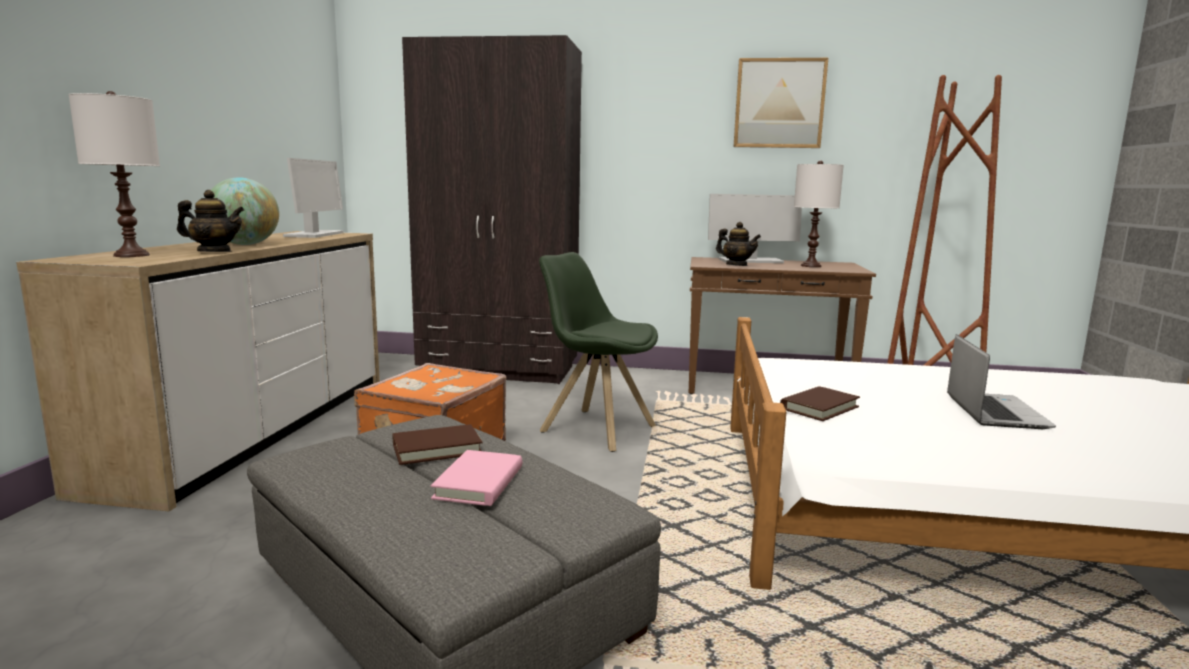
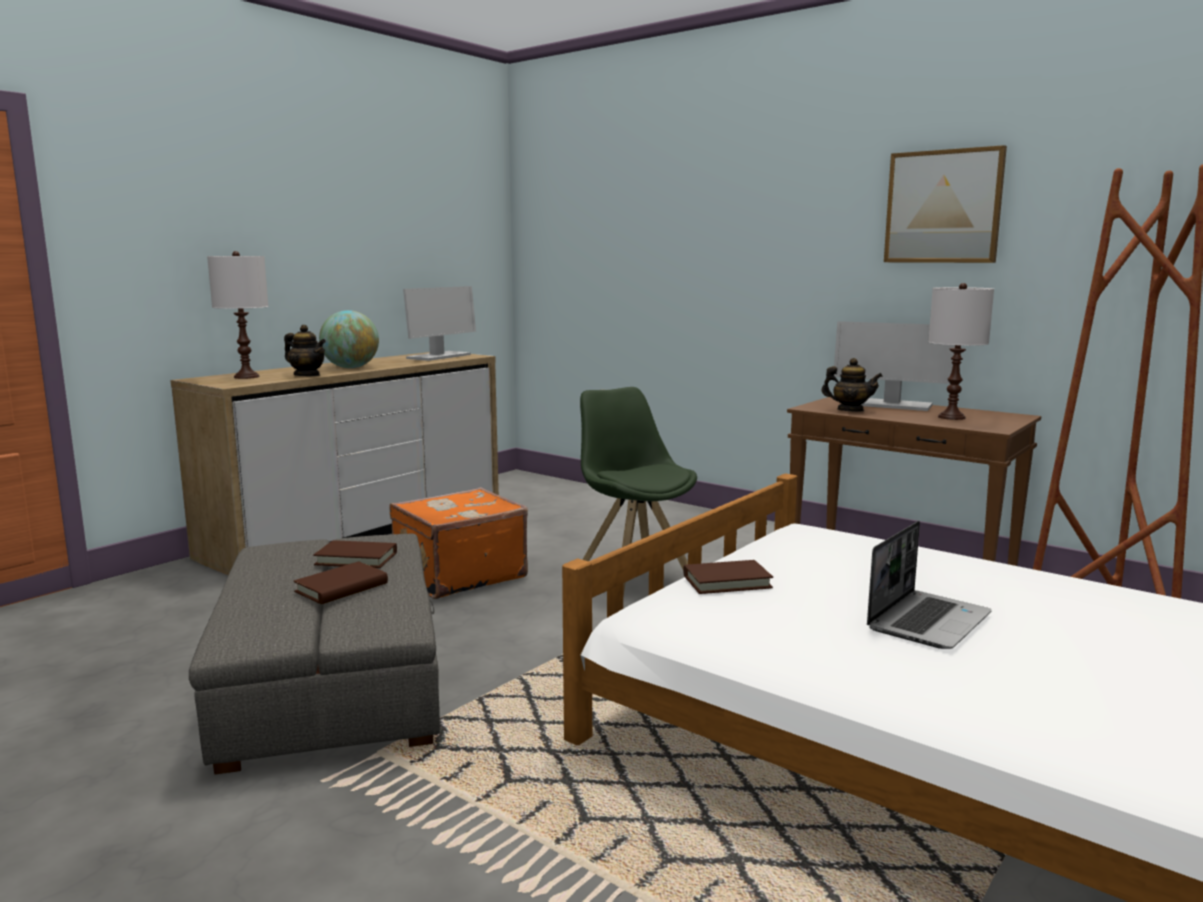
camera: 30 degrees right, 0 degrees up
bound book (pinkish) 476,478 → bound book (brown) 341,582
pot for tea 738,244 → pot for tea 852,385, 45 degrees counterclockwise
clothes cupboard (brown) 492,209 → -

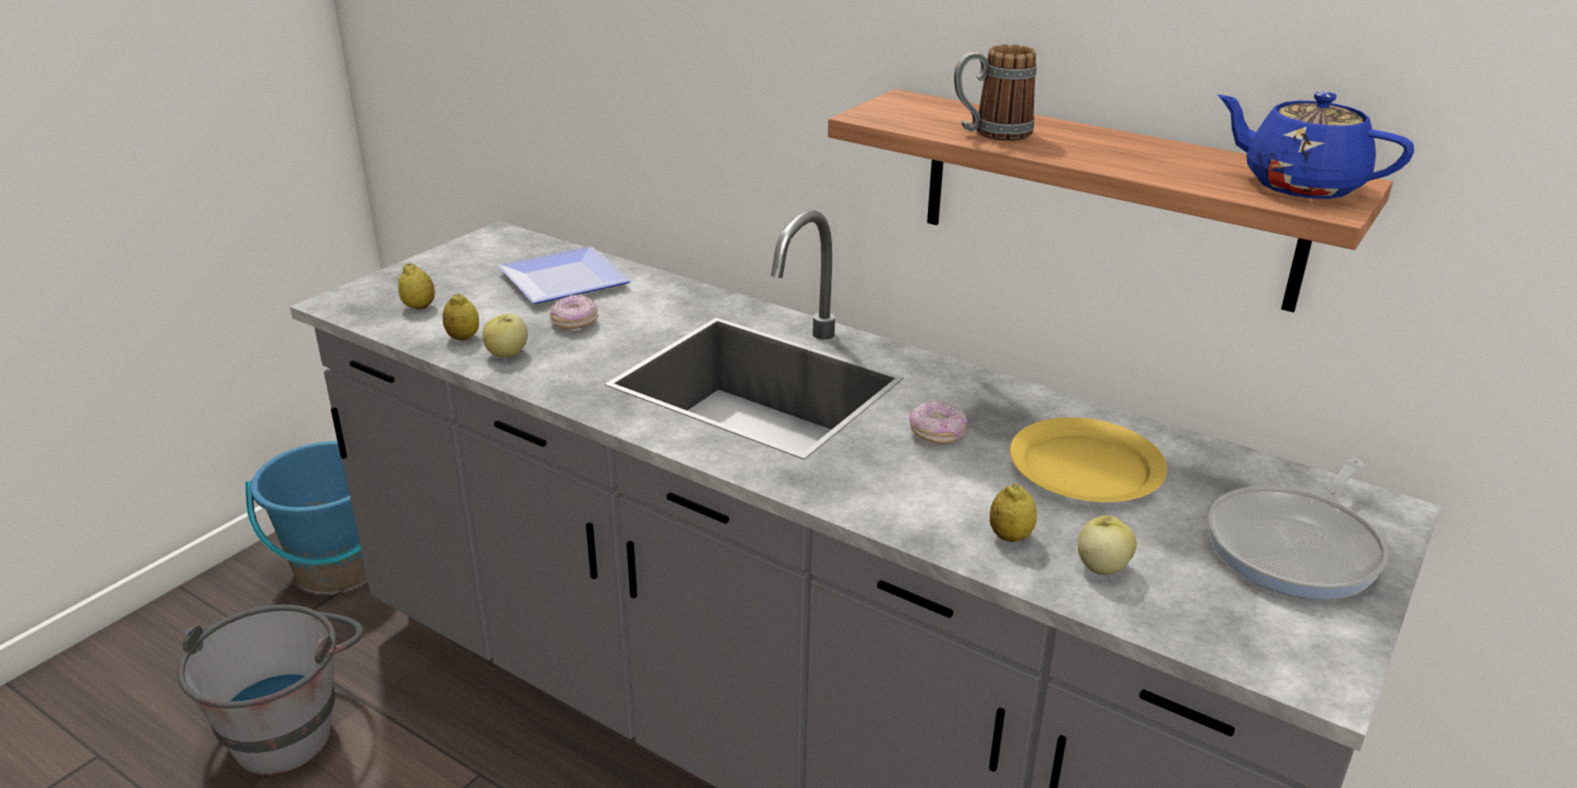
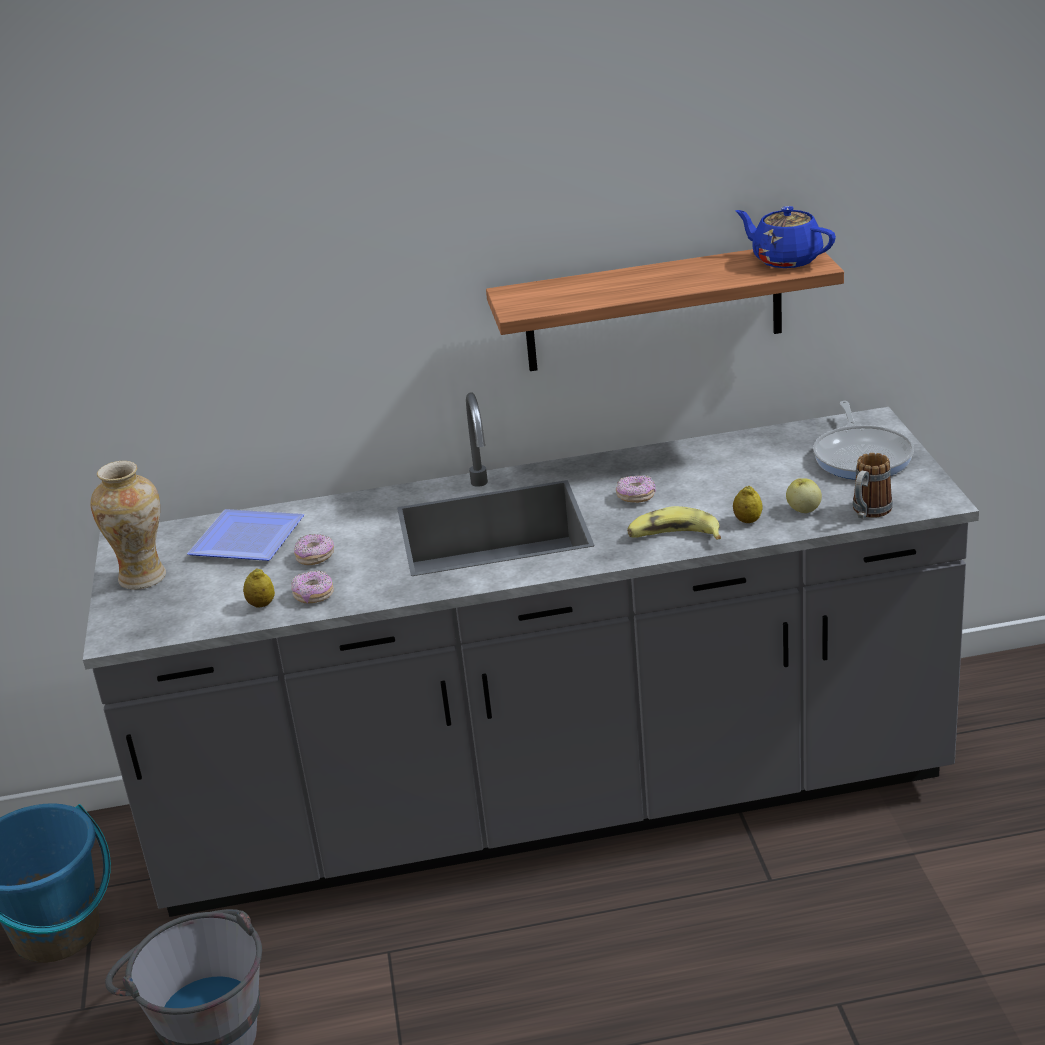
camera: 40 degrees left, 0 degrees up
- → vase 128,525
apple 505,335 → donut 312,586
- → banana 674,523
pot for tea (bluish) 1315,145 → pot for tea (bluish) 785,237, 45 degrees clockwise
tea mug 995,92 → tea mug 873,486, move
whole lemon 416,286 → -
dinner plate (yellow-coloured) 1088,459 → -

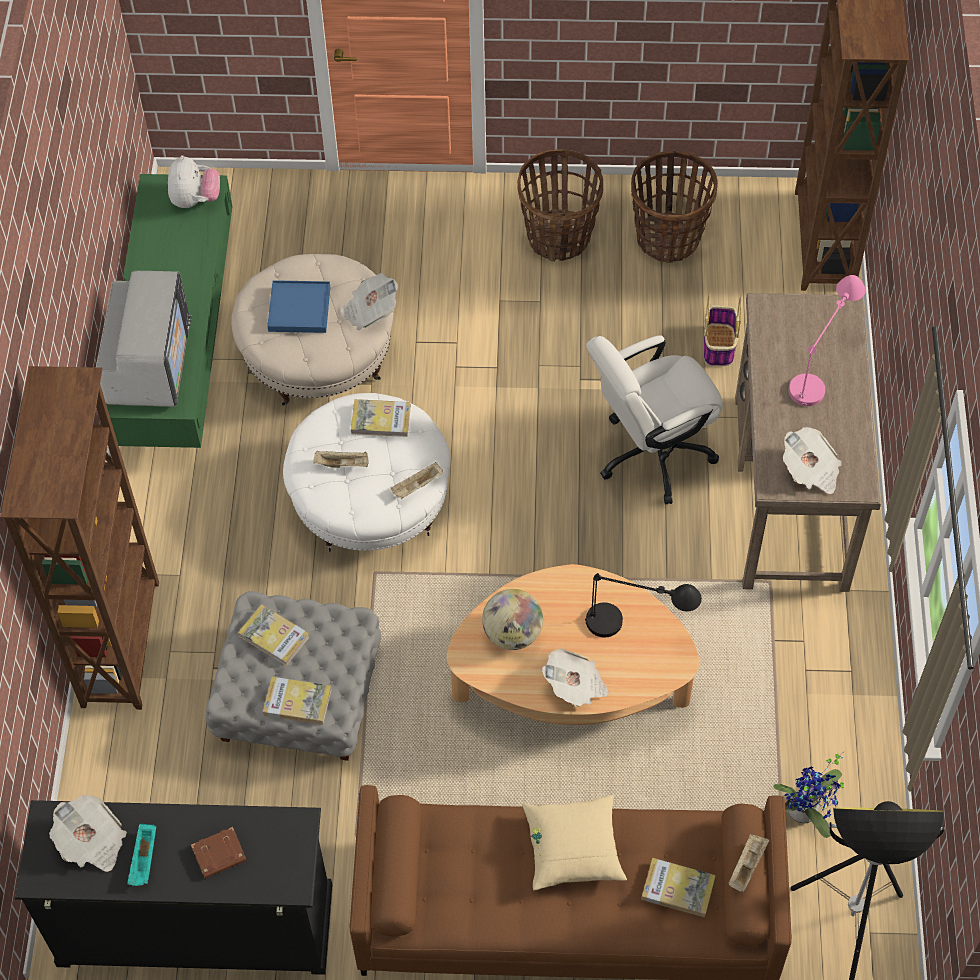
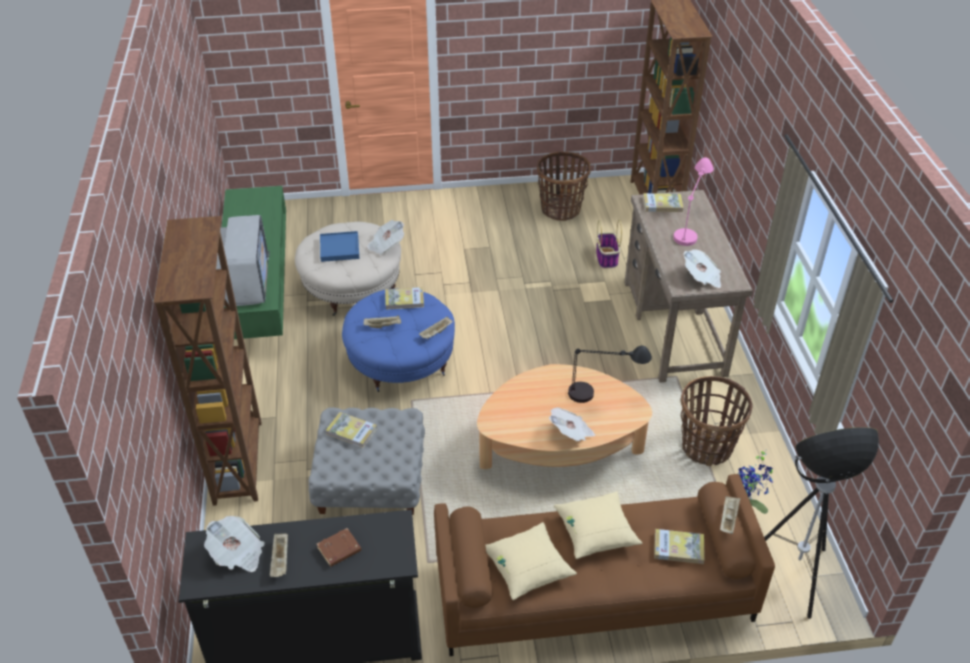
camera: 10 degrees left, 15 degrees down
tray (blue-green) 141,854 → tray (beige-coloured) 279,555
pouffe (white-coloured) 366,472 → pouffe (bluish) 398,340
- → pillow (beige-coloured) 531,561
bound book 297,701 → bound book 663,202, move
basket 560,205 → basket 716,421, move
plush toy 194,181 → -
world globe 512,619 → -
computer chair (white-coloured) 654,420 → -

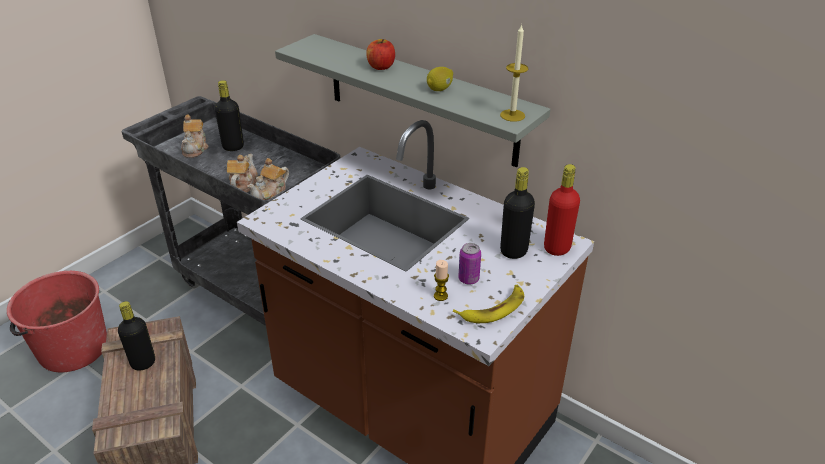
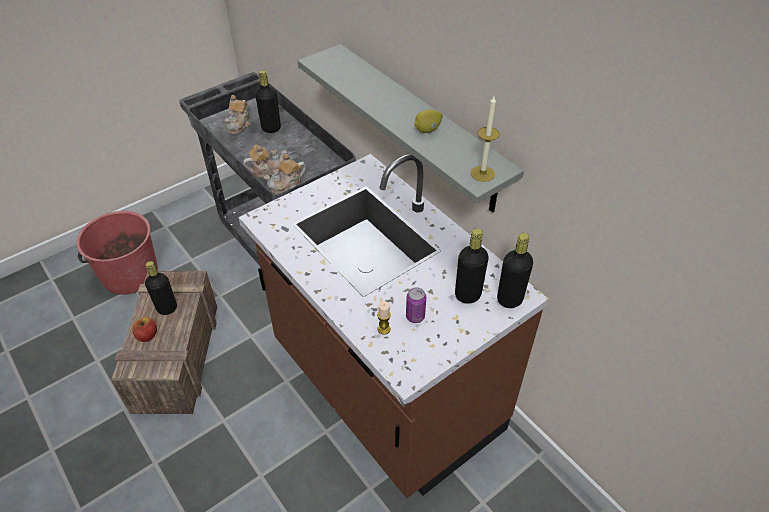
camera: 15 degrees right, 10 degrees up
apple 380,54 → apple 144,329, move
pot for tea 242,173 → pot for tea 265,161, 45 degrees clockwise
beverage bottle (red-coloured) 562,210 → beverage bottle (black) 515,270
banana 488,304 → -

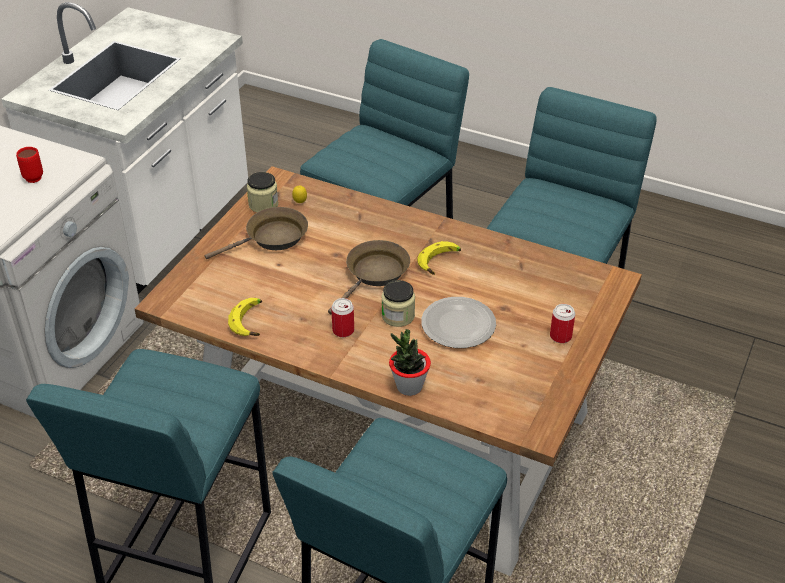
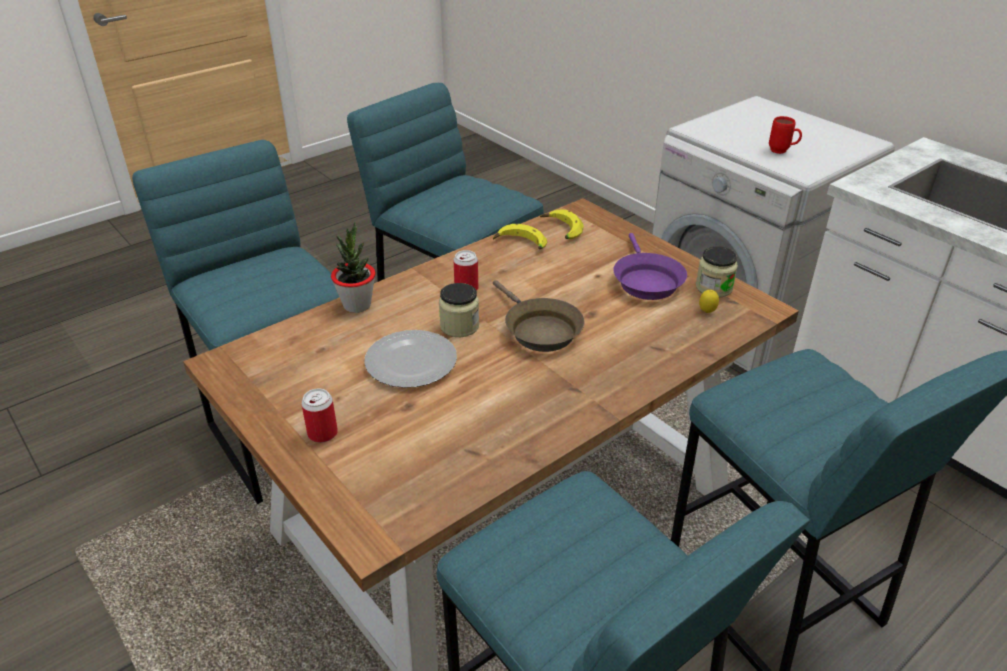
camera: 115 degrees right, 5 degrees down
banana 439,258 → banana 562,224, move
pan (brown) 256,233 → pan (purplish) 650,266

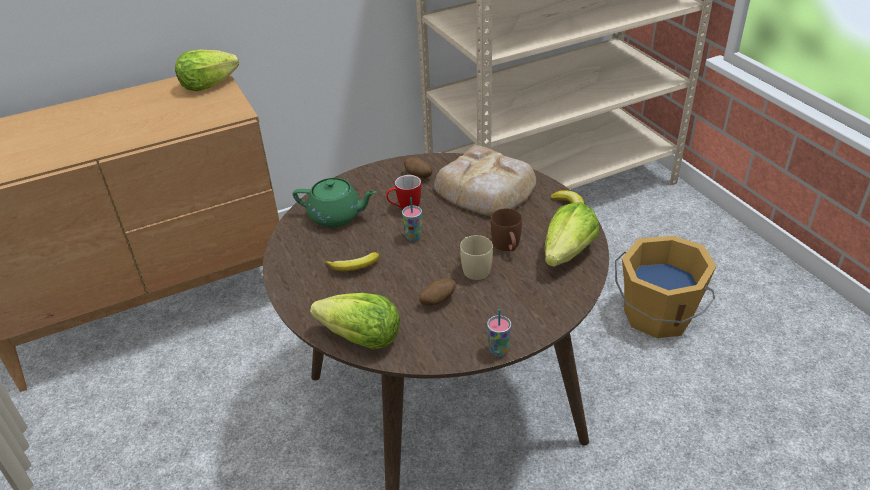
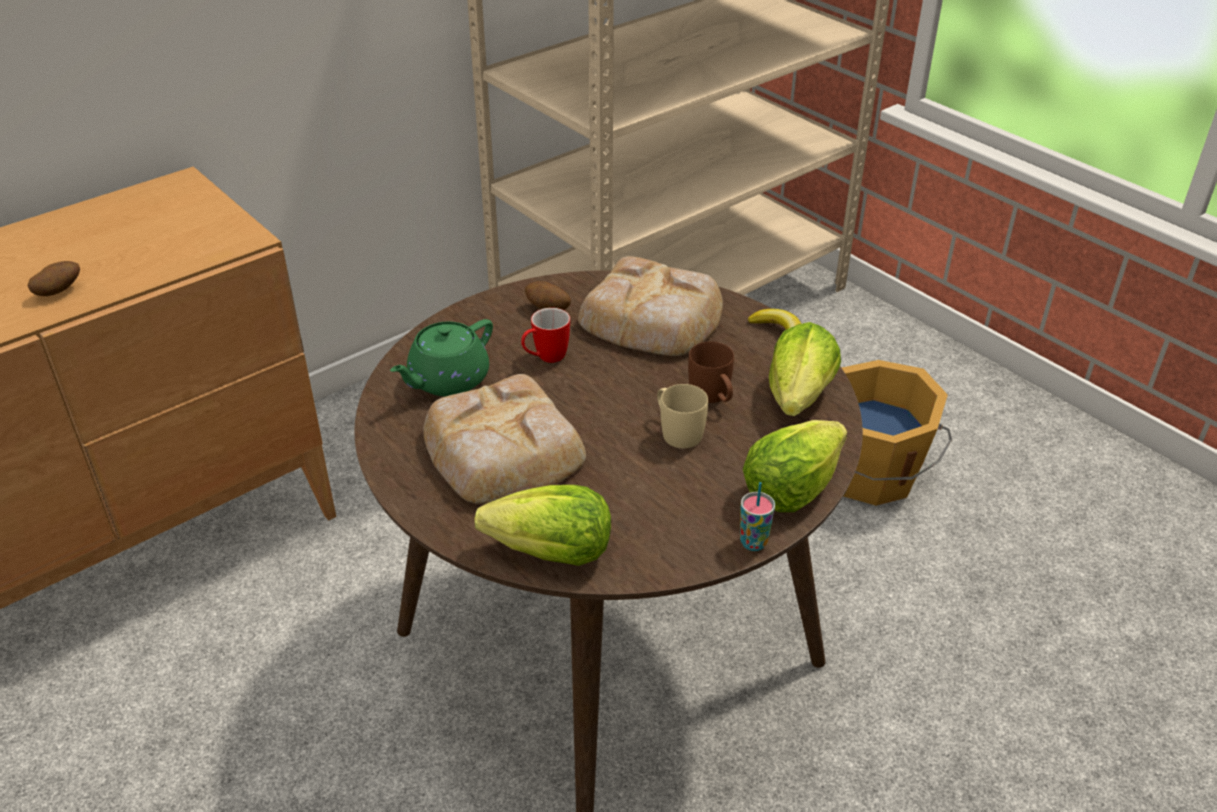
camera: 15 degrees left, 0 degrees up
whole potato 437,292 → whole potato 53,278, move
pot for tea (green) 335,202 → pot for tea (green) 441,357, 135 degrees clockwise
banana 352,261 → bread 504,439
head of lettuce 207,70 → head of lettuce 795,466, move
drinking cup 412,219 → -

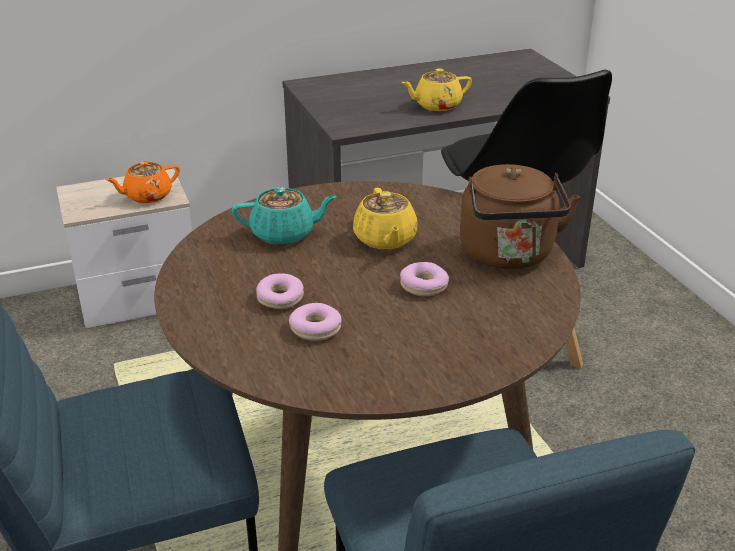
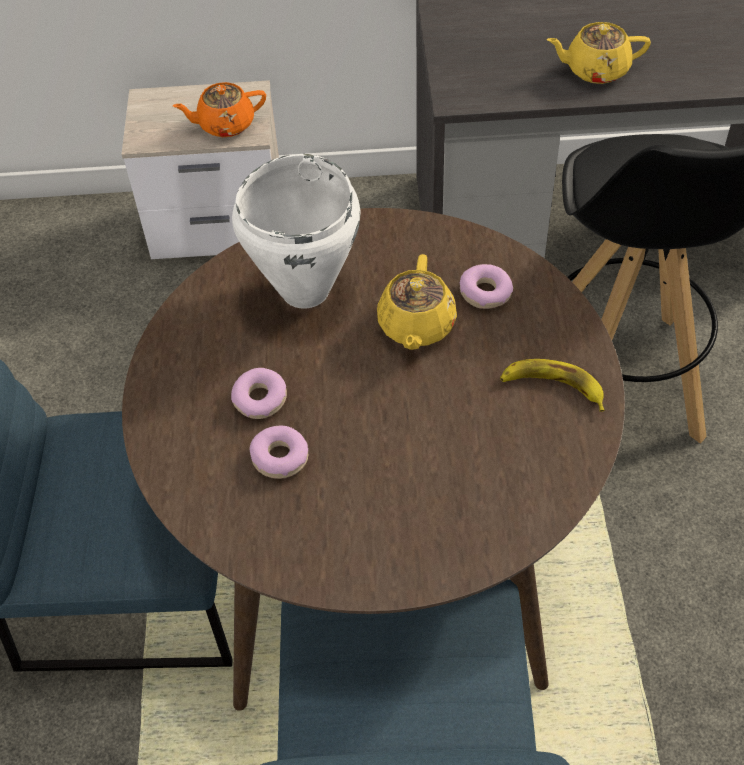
camera: 20 degrees right, 20 degrees up
pot for tea (blue-green) 284,216 → cooking pot (white-coloured) 296,231
donut 424,279 → donut 486,286, move
tea kettle (brown) 520,216 → banana 552,385

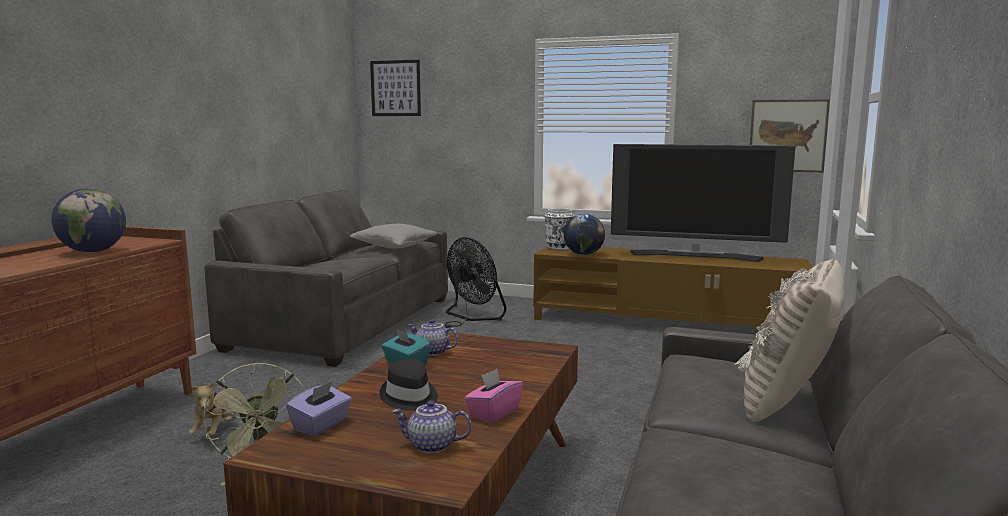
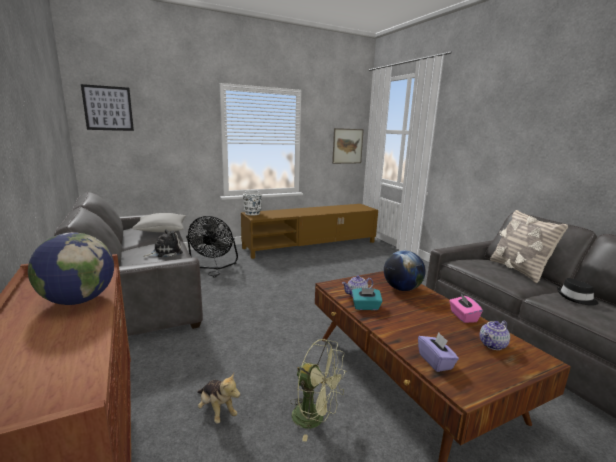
camera: 45 degrees left, 5 degrees up
- → plush toy 163,243
world globe 584,234 → world globe 405,270, move
wearable hat (black) 409,385 → wearable hat (black) 577,292, move
television 703,203 → -

